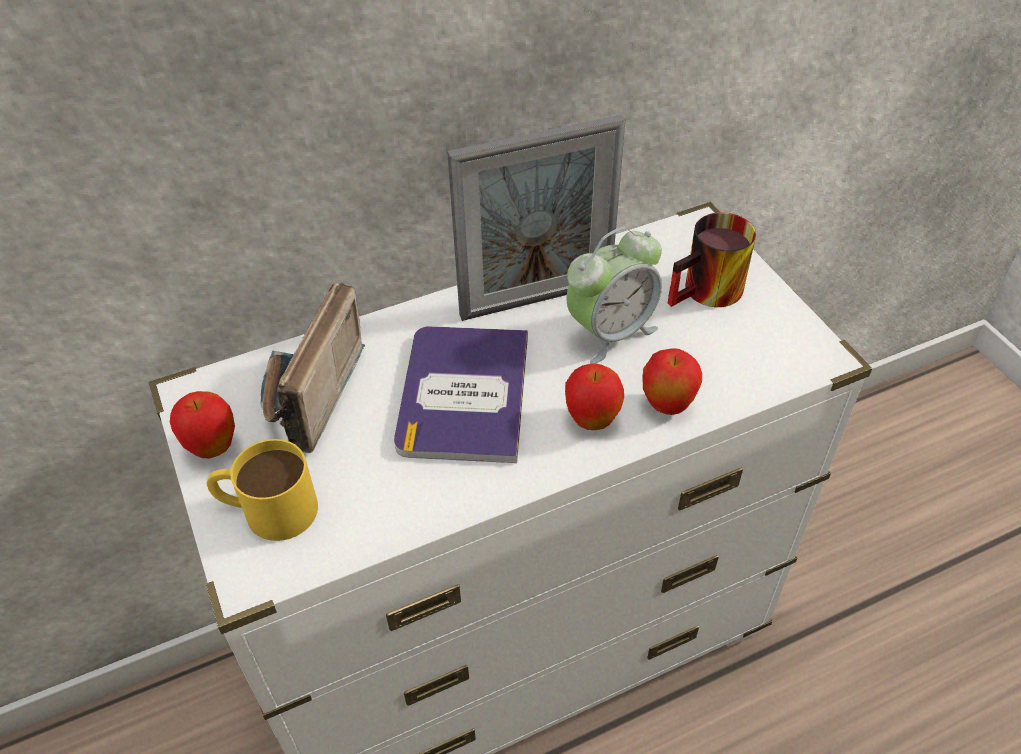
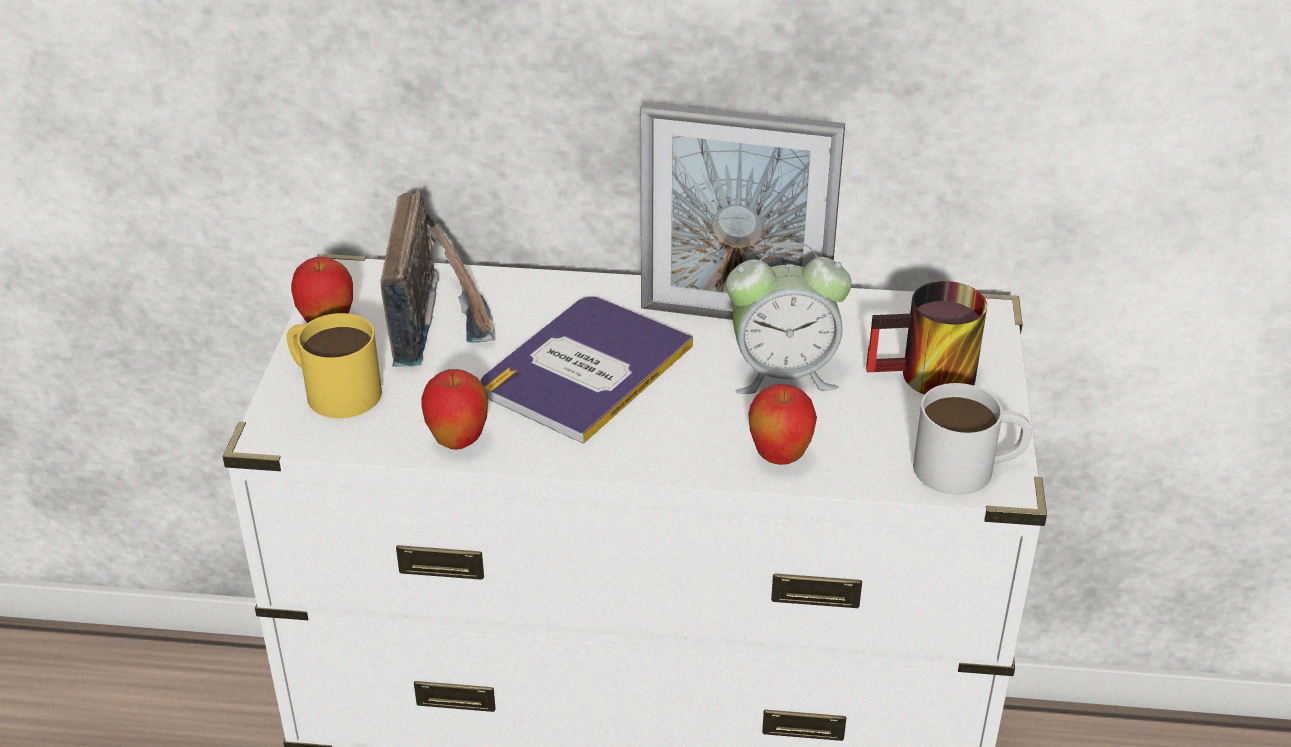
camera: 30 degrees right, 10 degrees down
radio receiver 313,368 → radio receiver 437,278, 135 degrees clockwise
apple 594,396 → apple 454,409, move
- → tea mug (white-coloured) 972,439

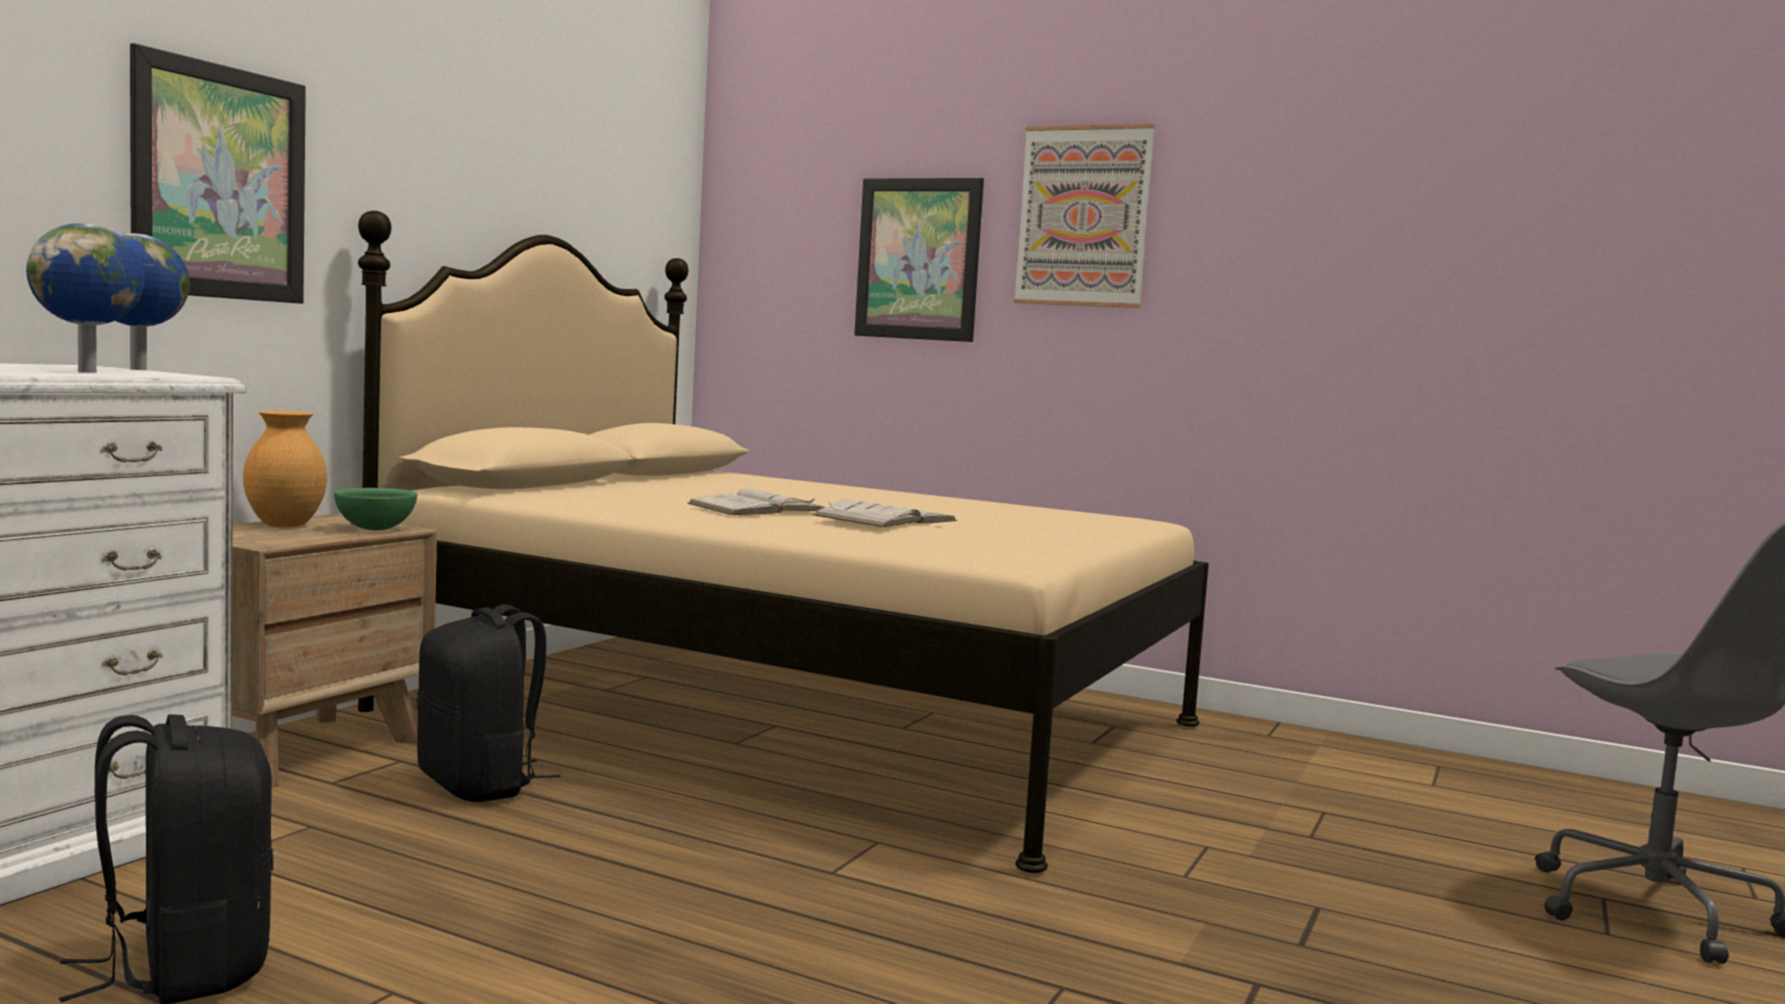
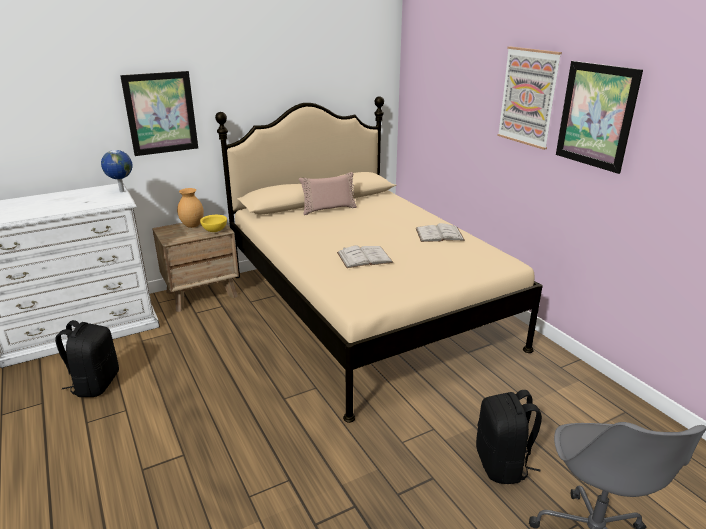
camera: 35 degrees right, 20 degrees up
deep dish (green) 375,509 → deep dish (yellow-coloured) 213,223
- → pillow (beige-coloured) 328,193
bound book (white-coloured) 756,501 → bound book (white-coloured) 440,232, move
backpack (black) 488,703 → backpack (black) 509,437, move
picture 919,260 → picture 599,117, move
world globe 85,298 → -

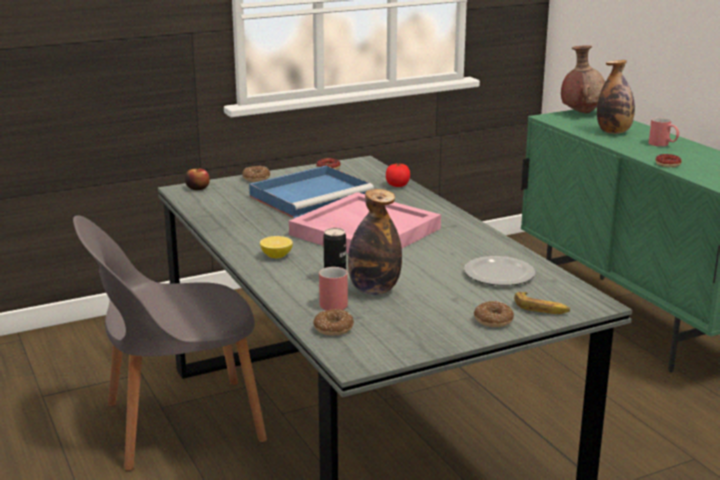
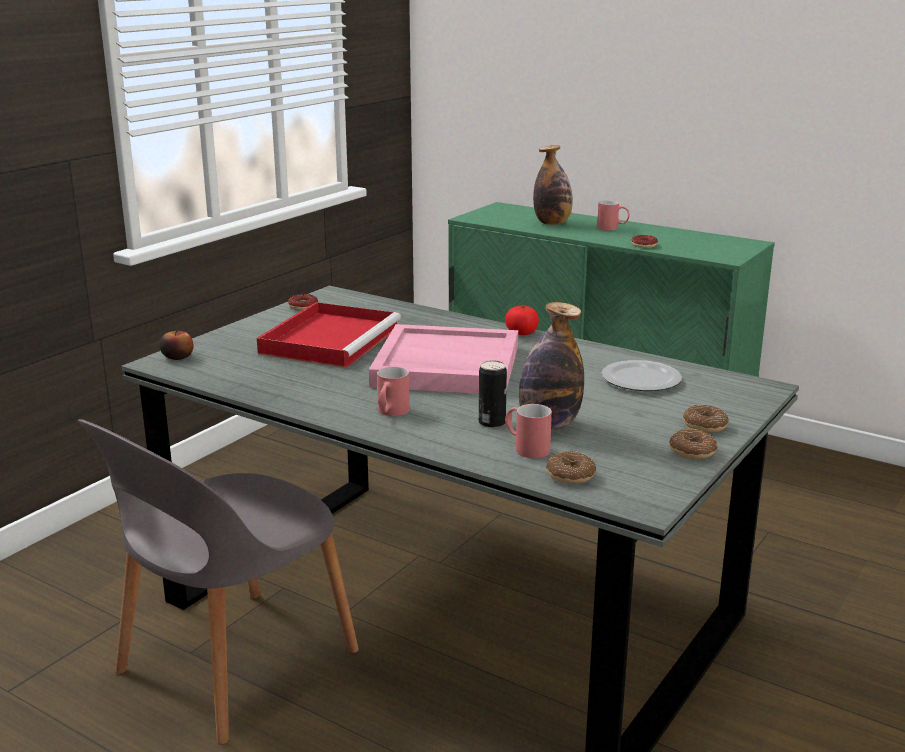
camera: 30 degrees left, 0 degrees up
tray (bluish) 311,192 → tray (red-coloured) 329,335
whole lemon 276,247 → tea mug (red-coloured) 393,391
fresh tomato 398,175 → fresh tomato 522,320, move
donut 256,174 → donut 693,443, move
banana 542,303 → -
vase (brown) 583,79 → -

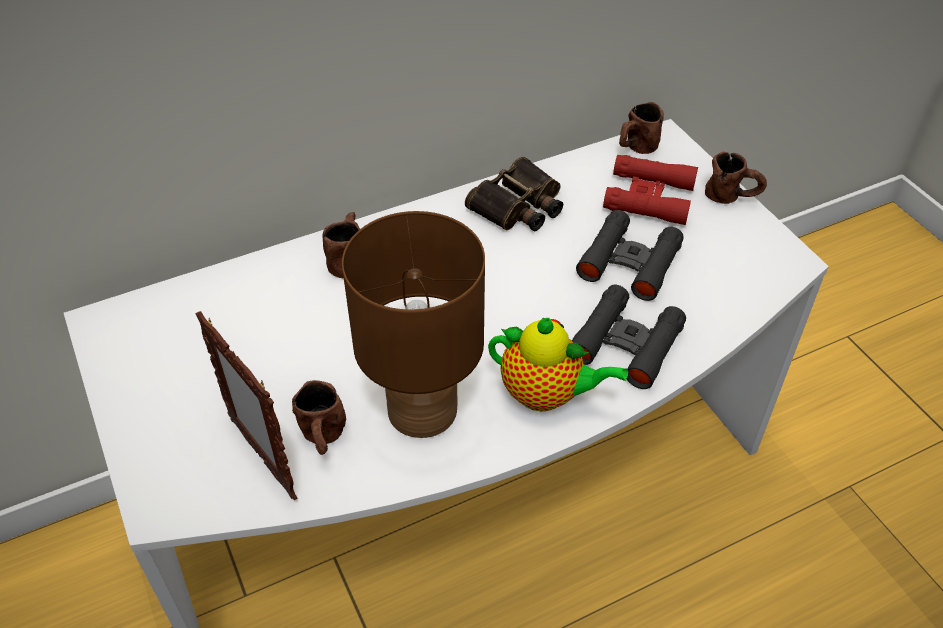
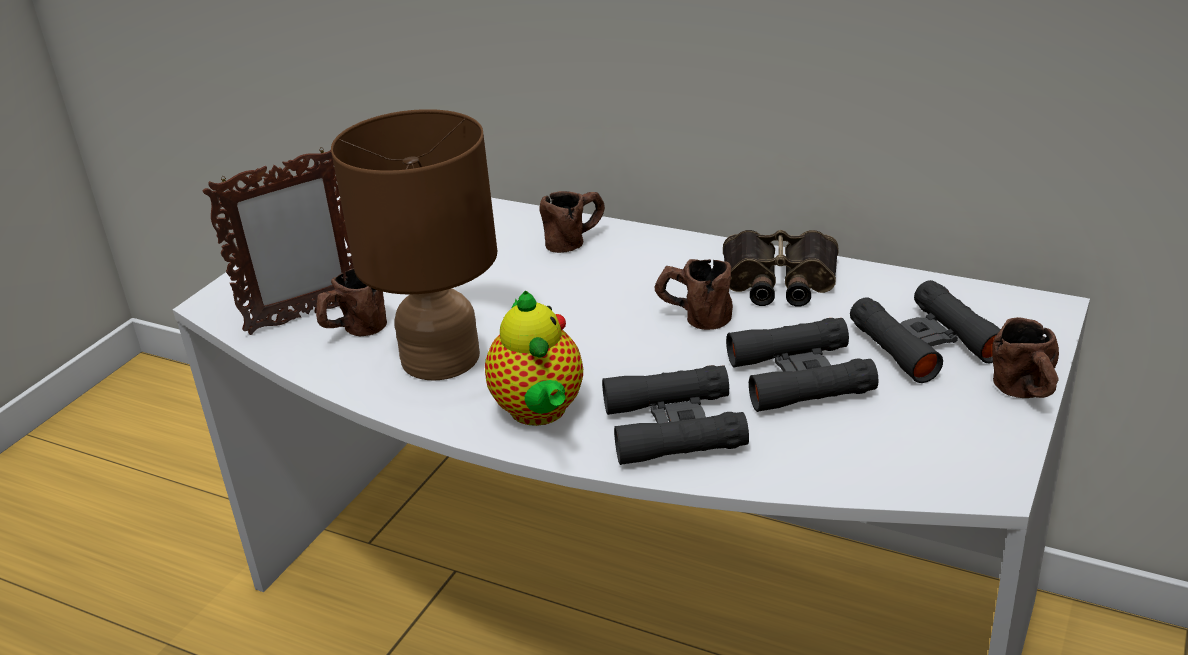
camera: 55 degrees right, 15 degrees down
picture frame 246,405 → picture frame 278,241, 135 degrees counterclockwise
tea mug (brown) 641,128 → tea mug (brown) 693,294, move
field glasses (red-coloured) 650,190 → field glasses (black) 925,331

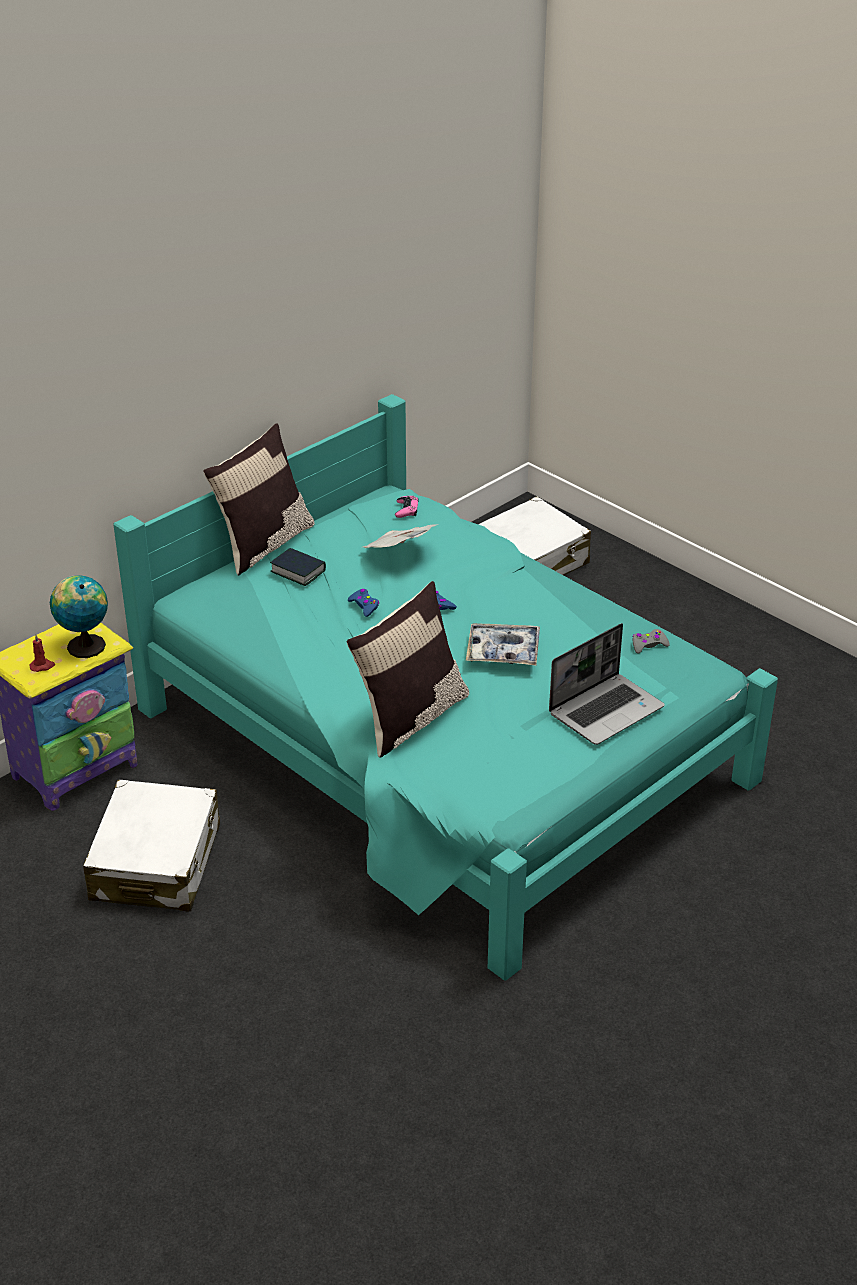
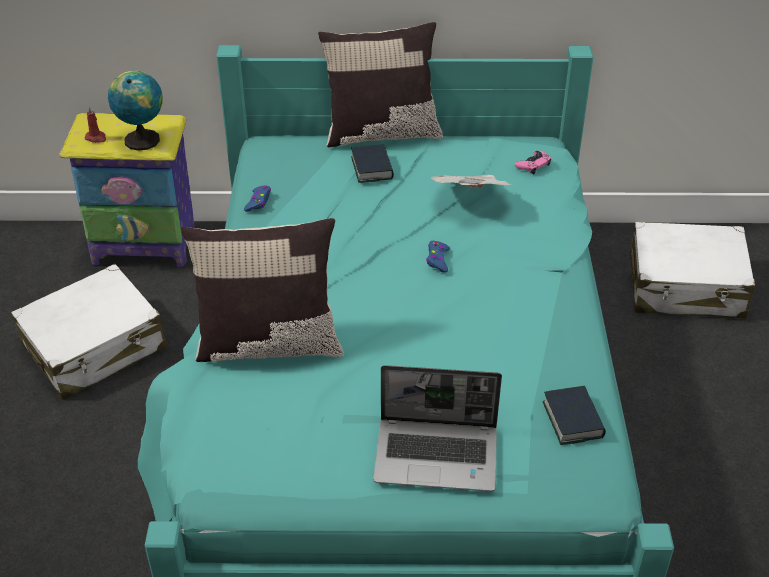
camera: 45 degrees right, 5 degrees up
game controller (bluish) 363,603 → game controller (bluish) 257,198, move
game controller (greyish) 651,641 → bound book 574,415
tray 503,644 → -

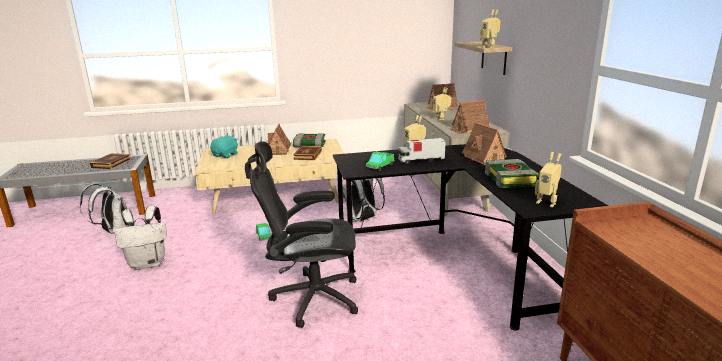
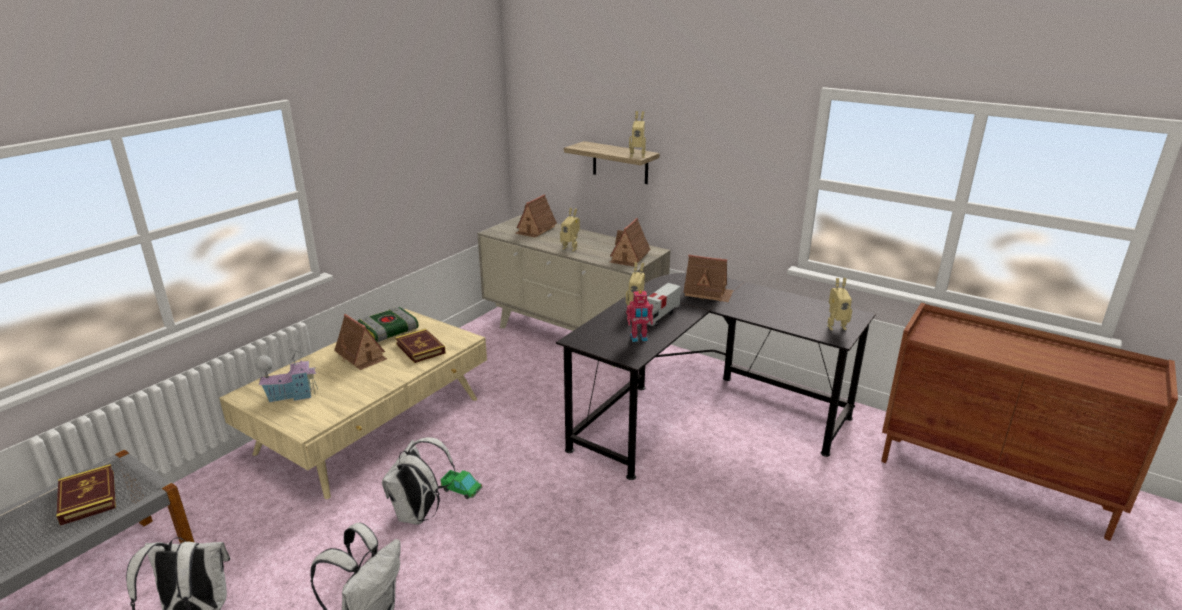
camera: 45 degrees left, 5 degrees up
plush toy (blue-green) 224,147 → miniature house 286,375
backpack (white-coloured) 363,200 → backpack (white-coloured) 418,481, move
toy truck 380,160 → toy robot 639,316
computer chair 301,234 → -
bound book 512,173 → -

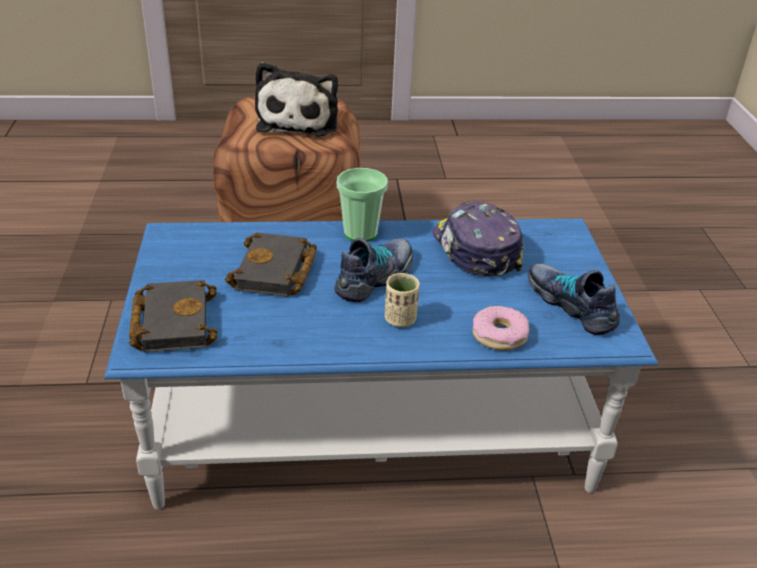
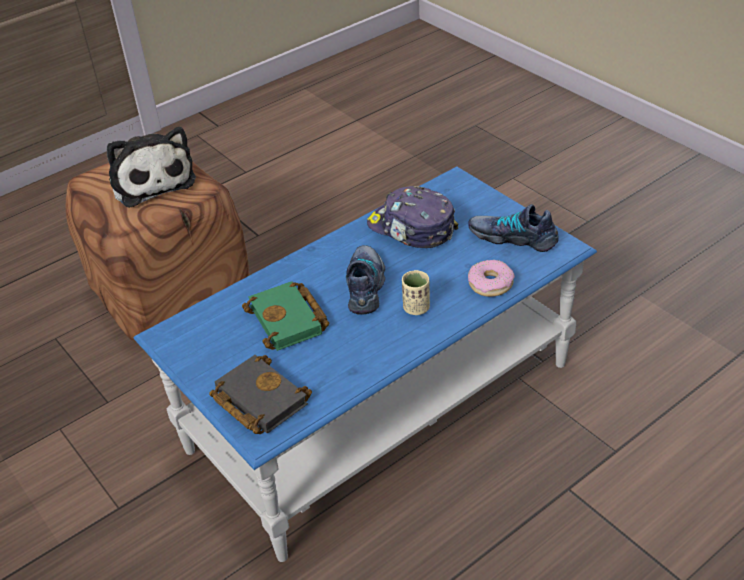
camera: 30 degrees left, 5 degrees up
bound book (black) 271,265 → bound book (green) 285,316
drinking cup 362,205 → -

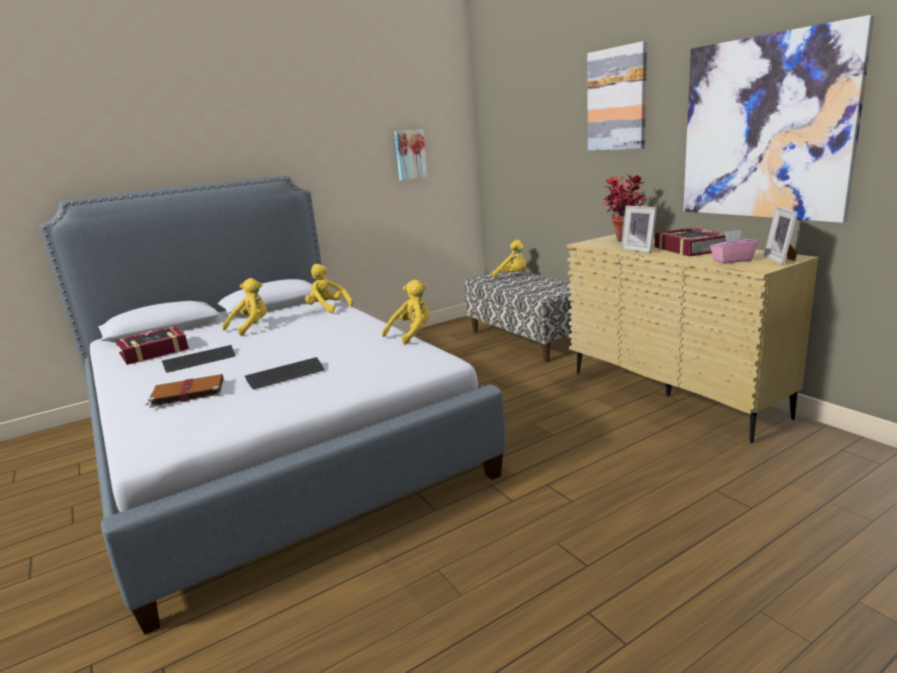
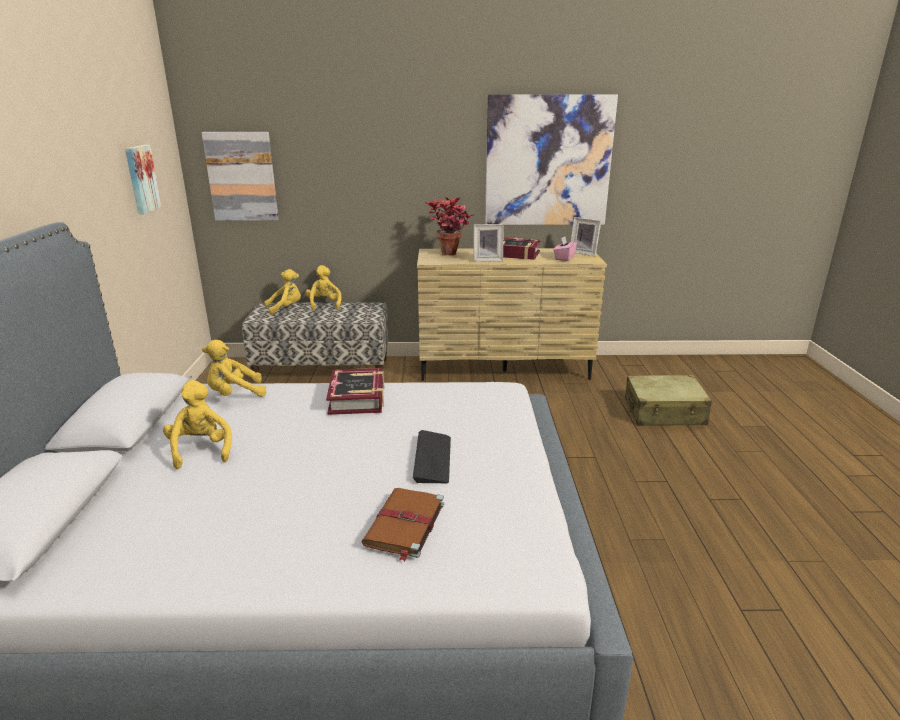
camera: 60 degrees left, 5 degrees up
picture 617,96 → picture 240,176, move
plush toy (yellow-coloured) 406,312 → plush toy (yellow-coloured) 323,288, move
bound book 152,345 → bound book 355,391, move
- → suitcase (beige-coloured) 668,400
keyboard 198,359 → -

